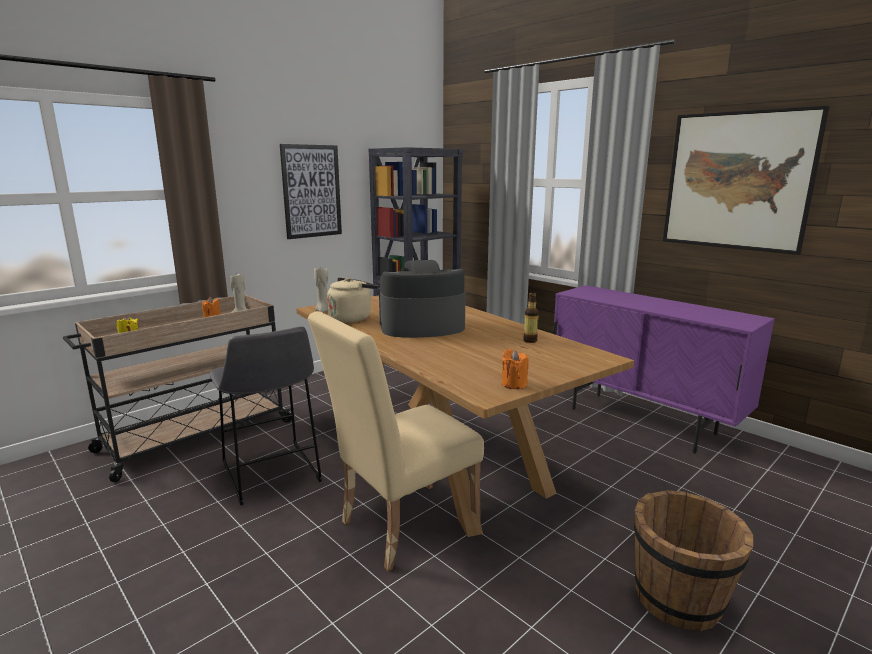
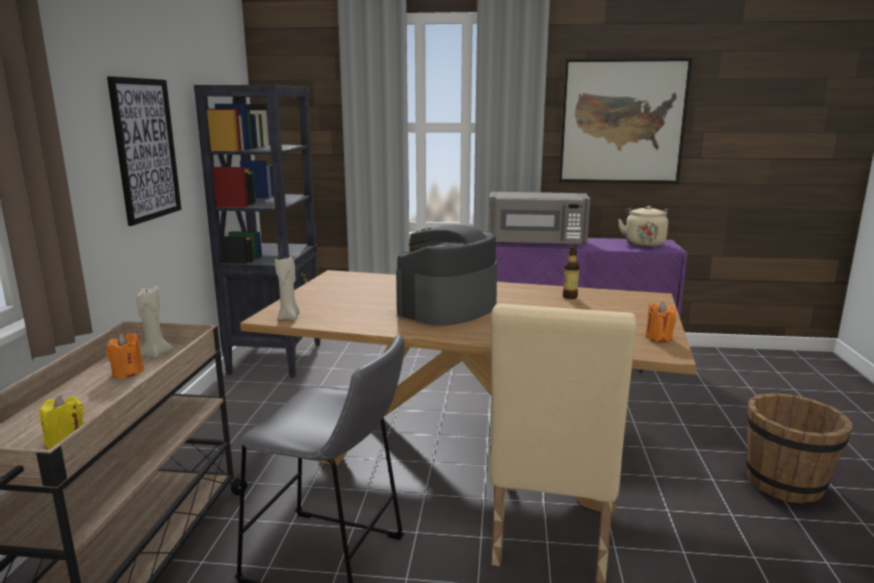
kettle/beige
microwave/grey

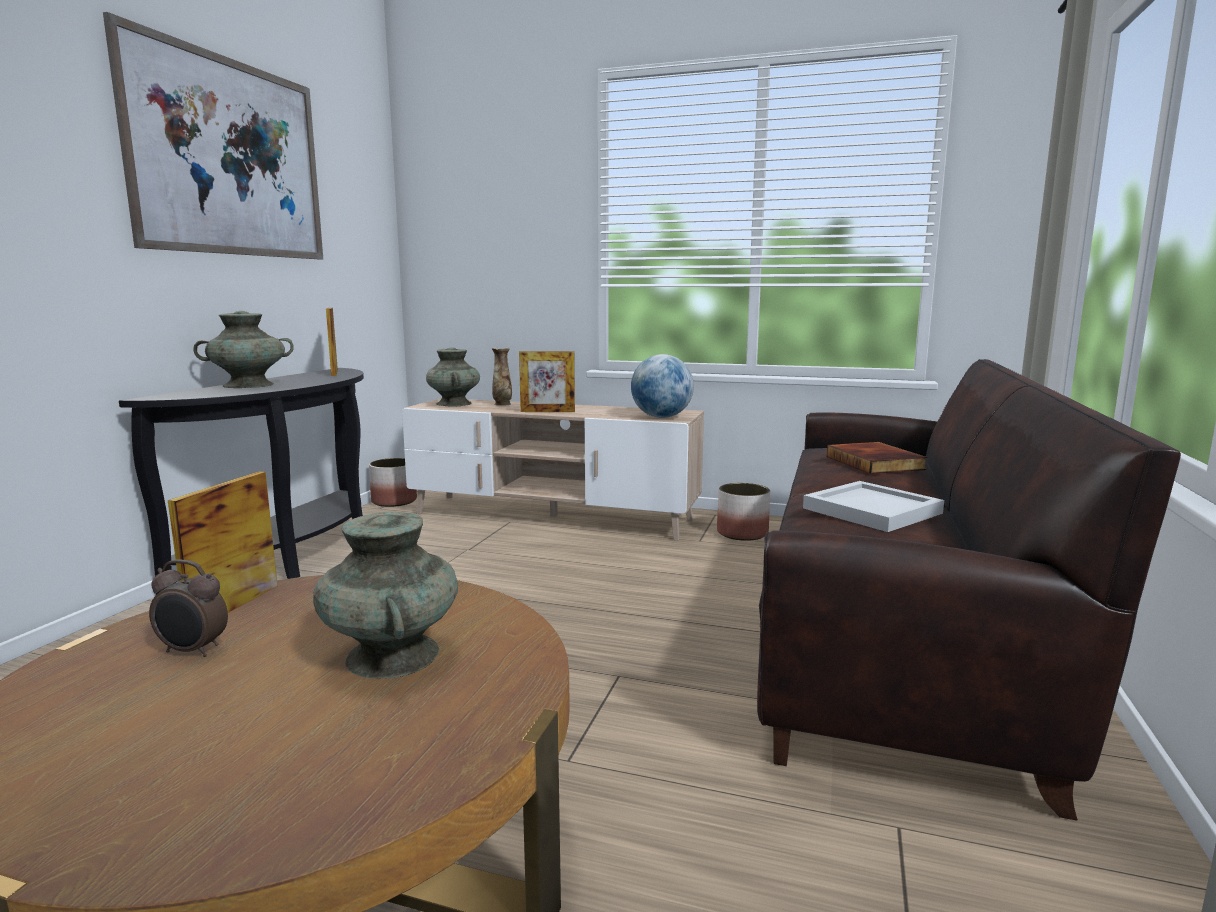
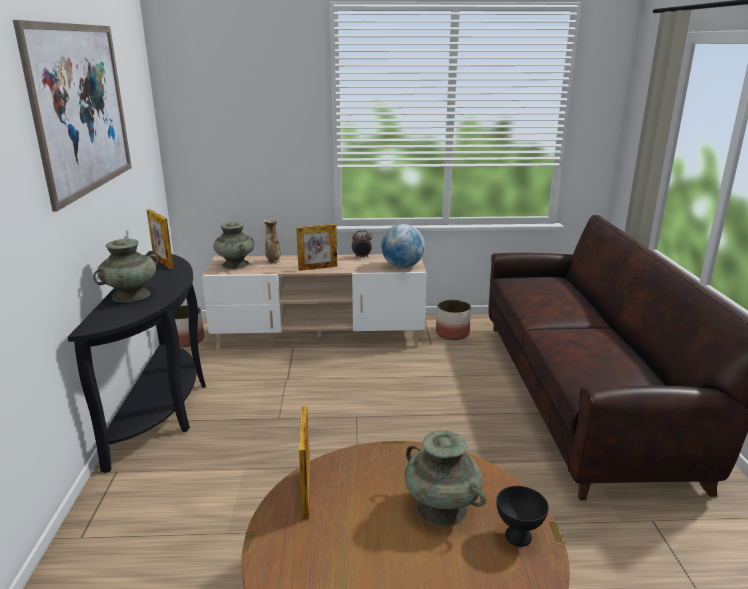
book
tray/white
alarm clock
bowl/black

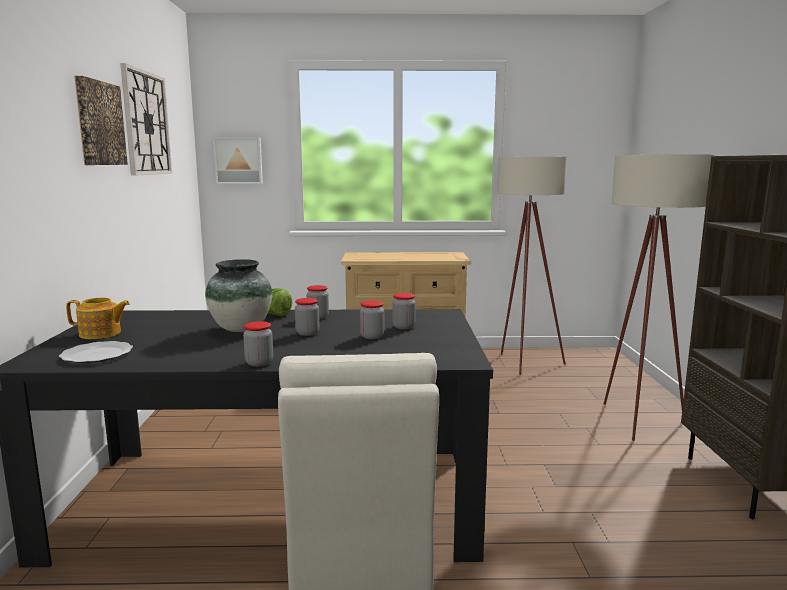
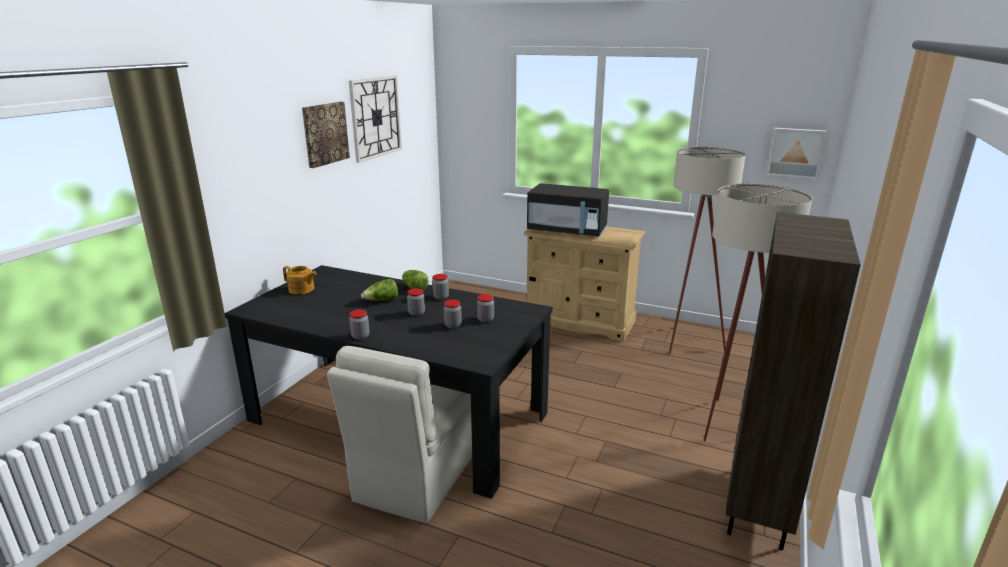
picture (2nd from left)
lettuce (1st from left)
plate
microwave/black

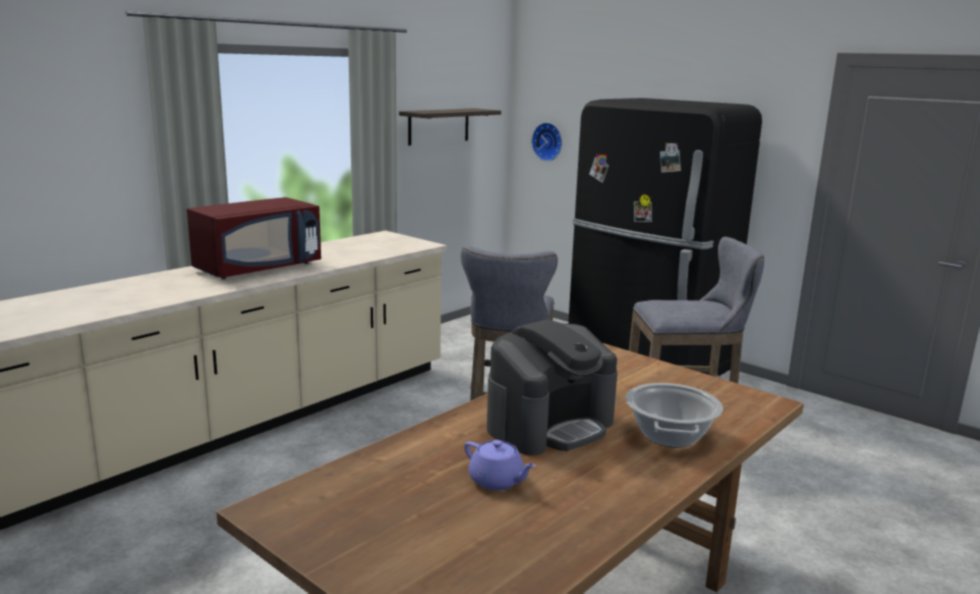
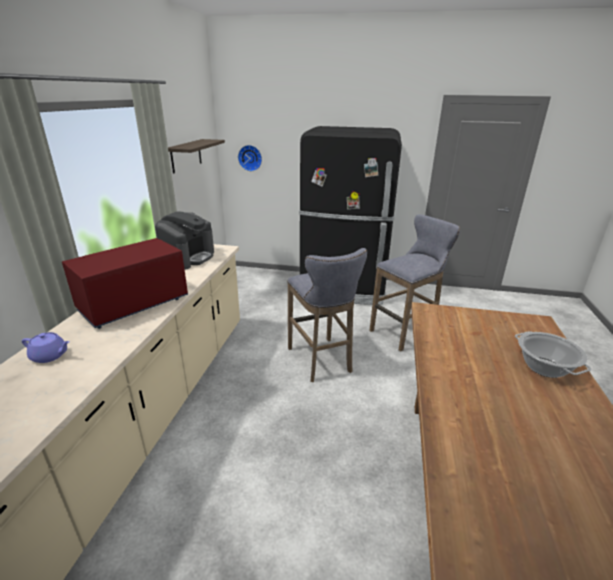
microwave/red
coffee machine
teapot/purple

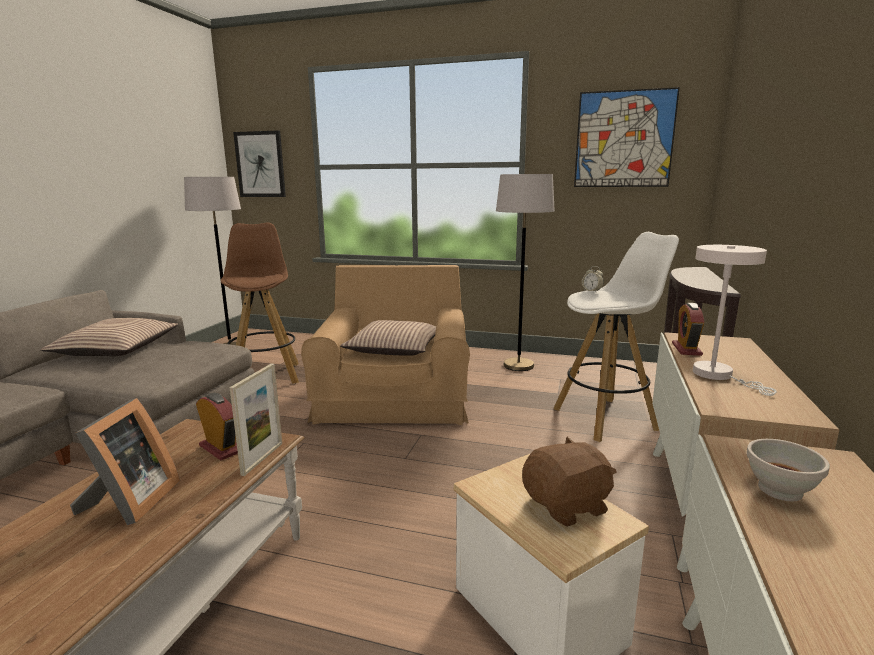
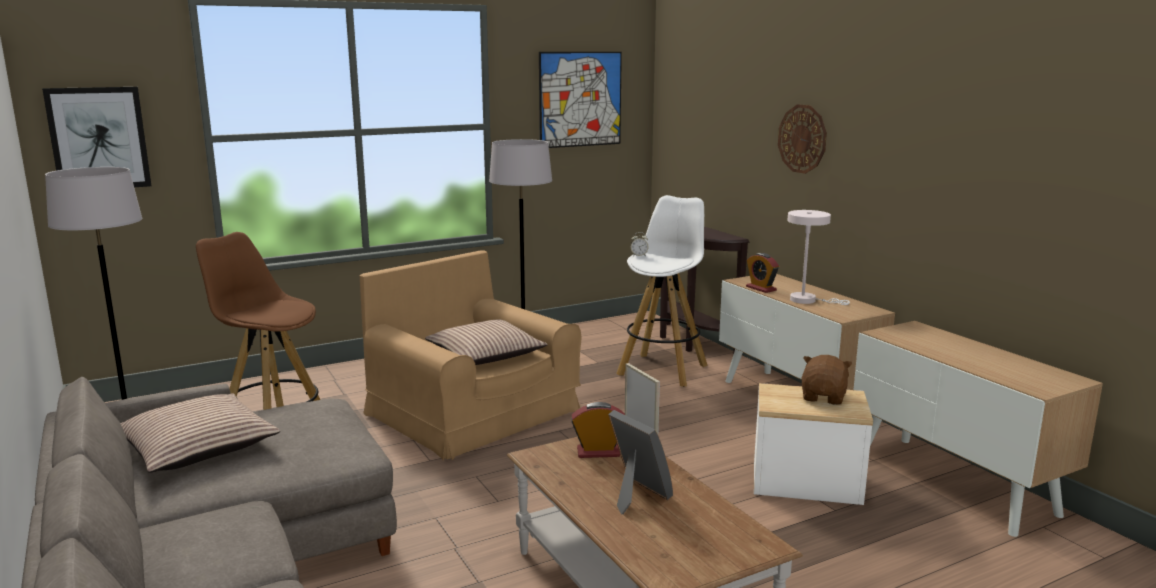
bowl/white
wall clock

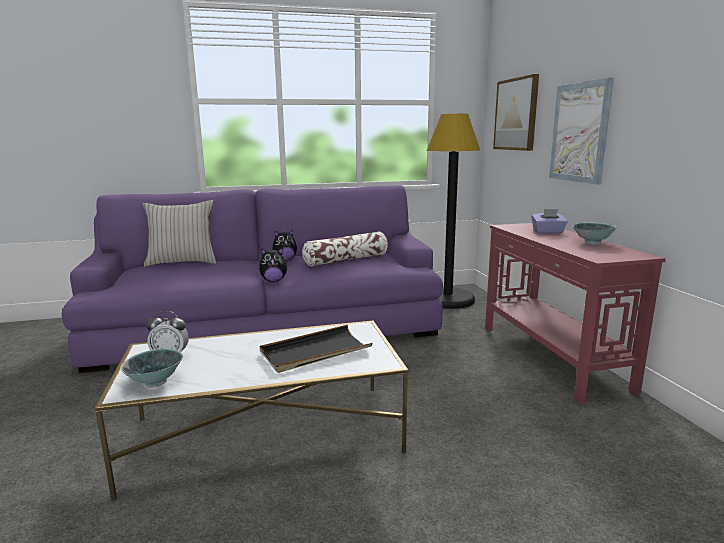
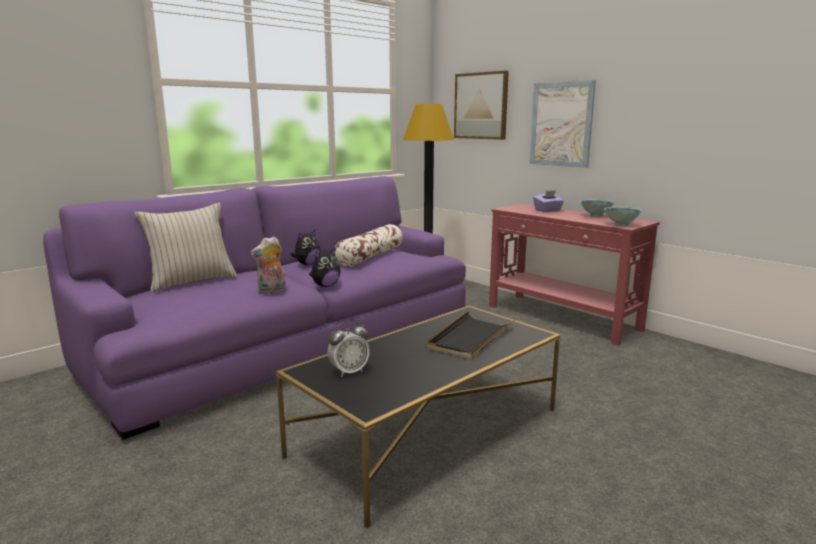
coffee table/black
bowl (2nd from left)
plush toy (1st from left)

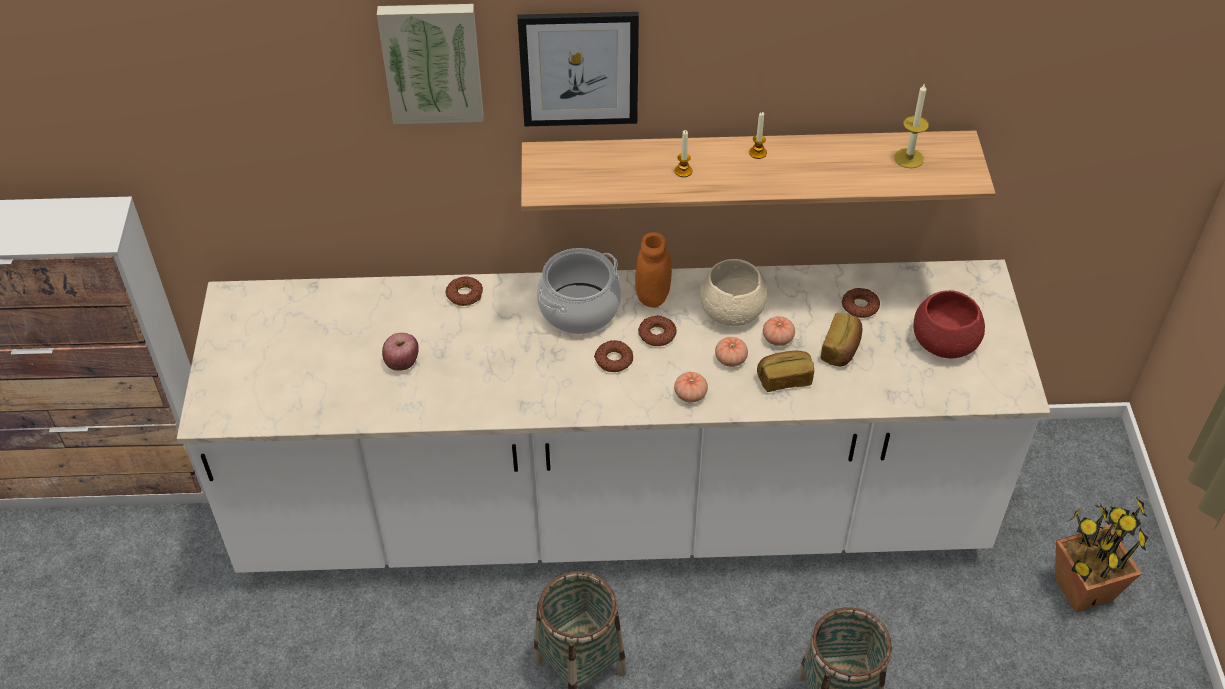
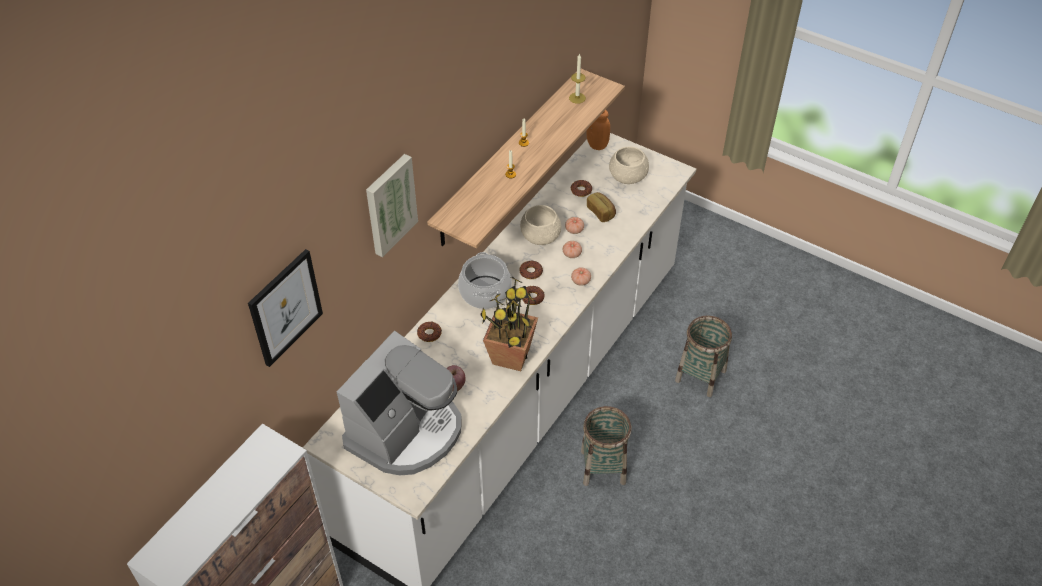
picture (1st from left)
jar/orange
bowl/beige (2nd from left)
bread (1st from left in the first image)
potted plant
coffee machine

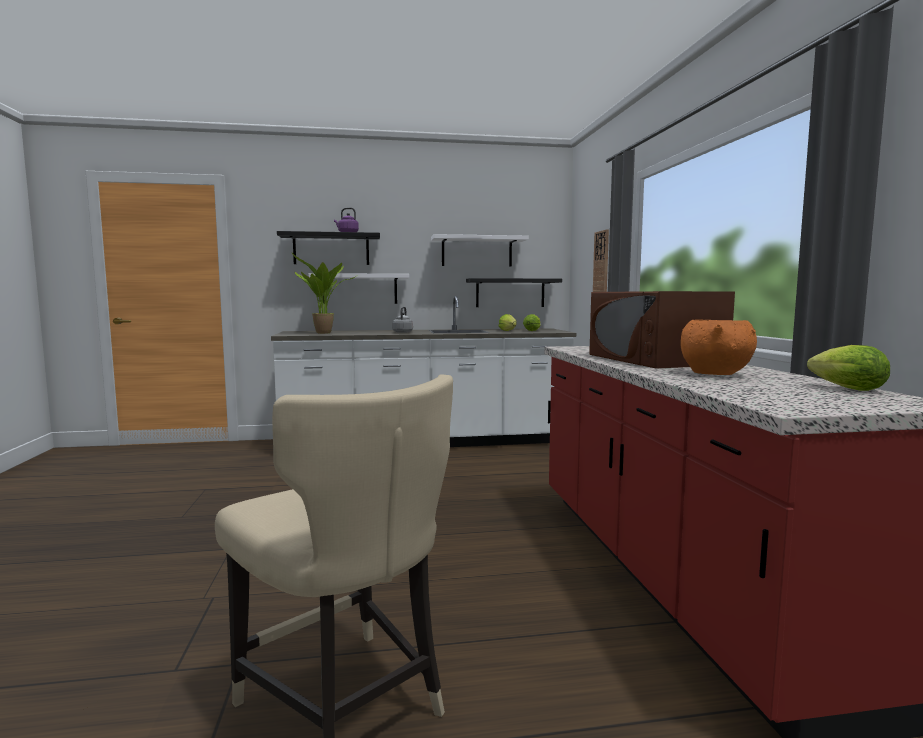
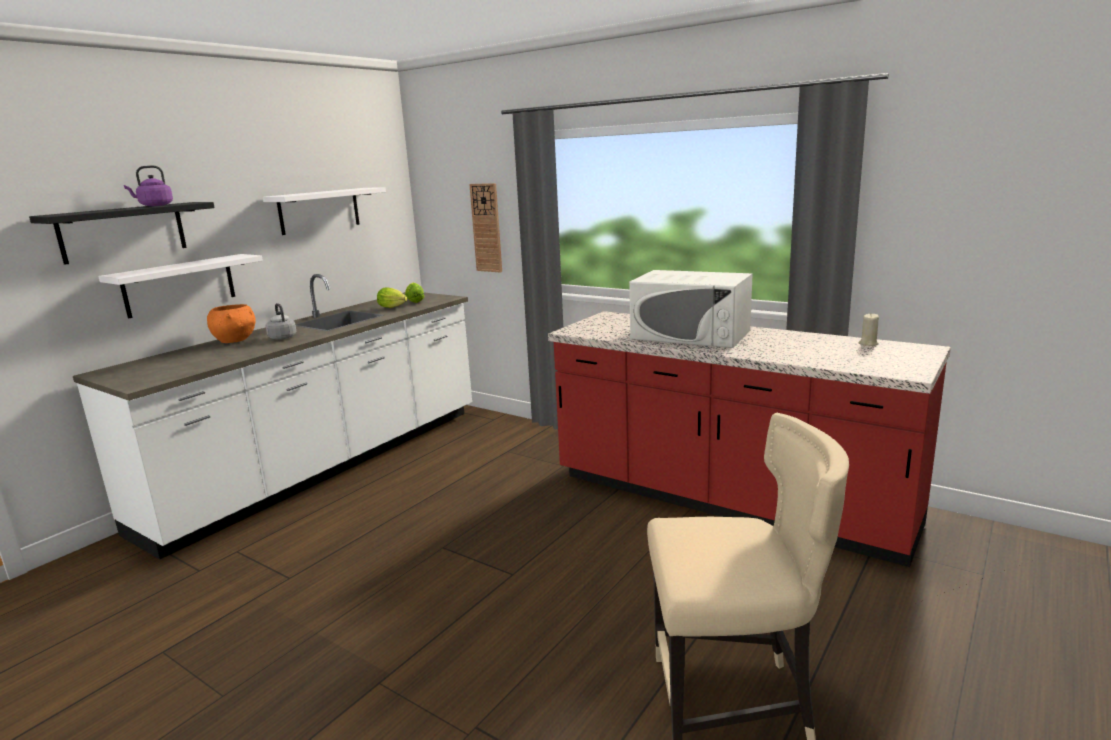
potted plant
shelf/black (2nd from left in the first image)
microwave/white
bowl/orange
candle/beige

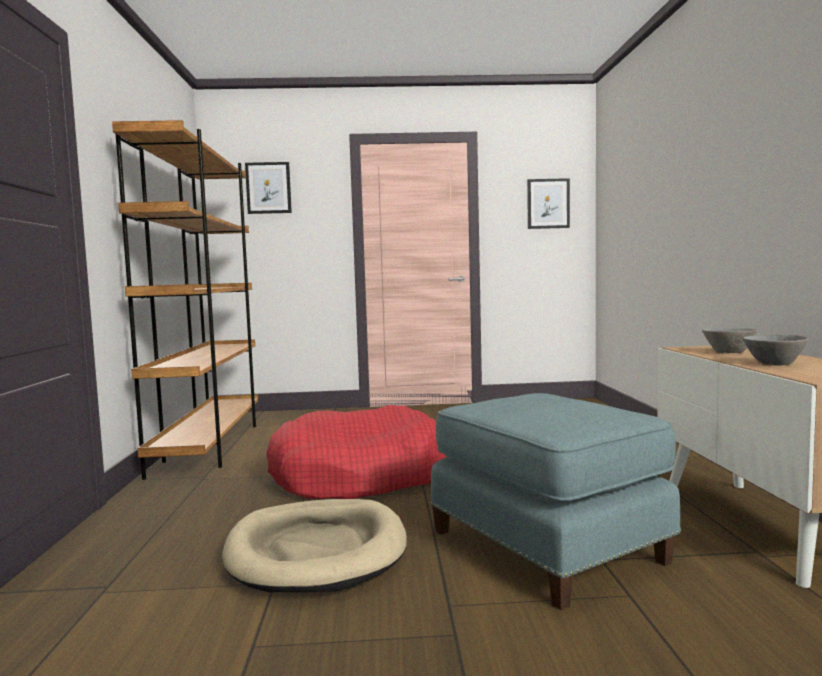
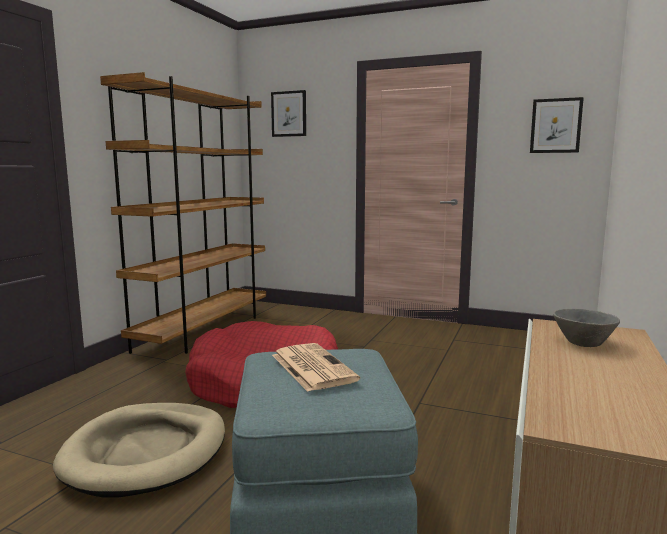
bowl/grey (2nd from left in the first image)
newspaper

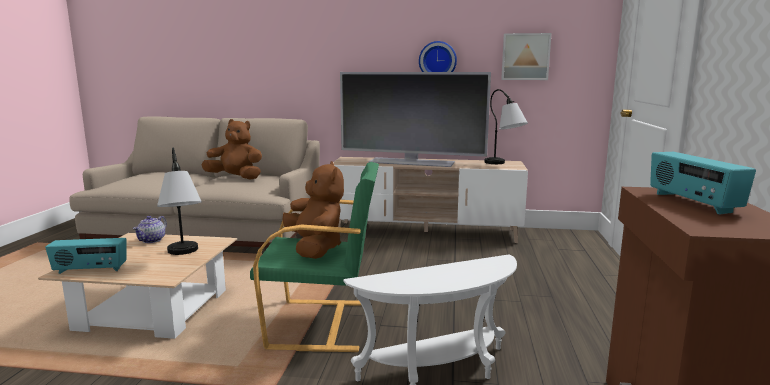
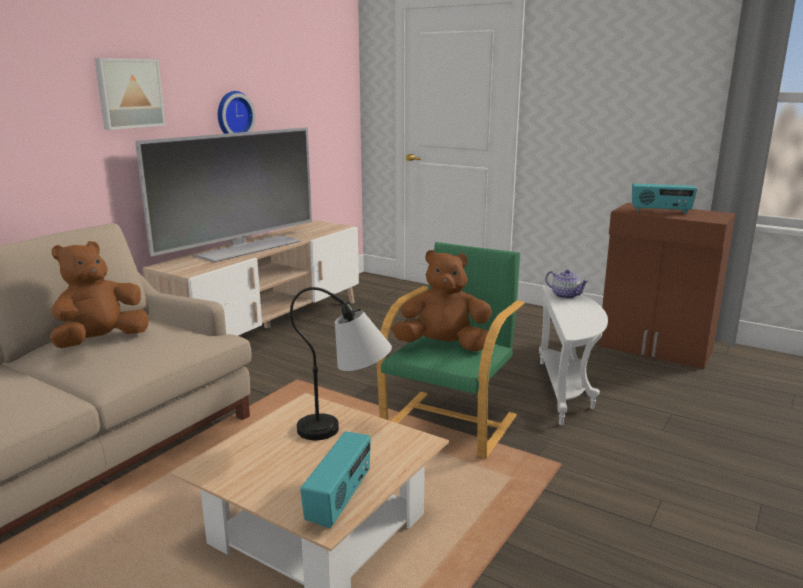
picture
table lamp (2nd from left in the first image)
teapot

